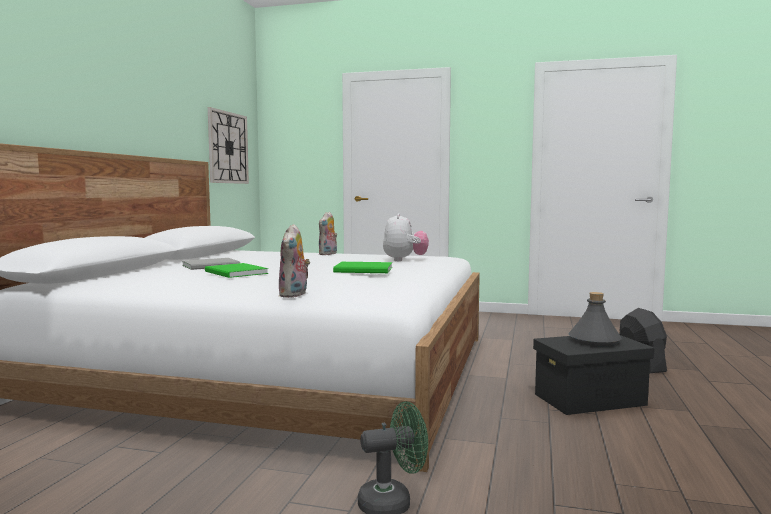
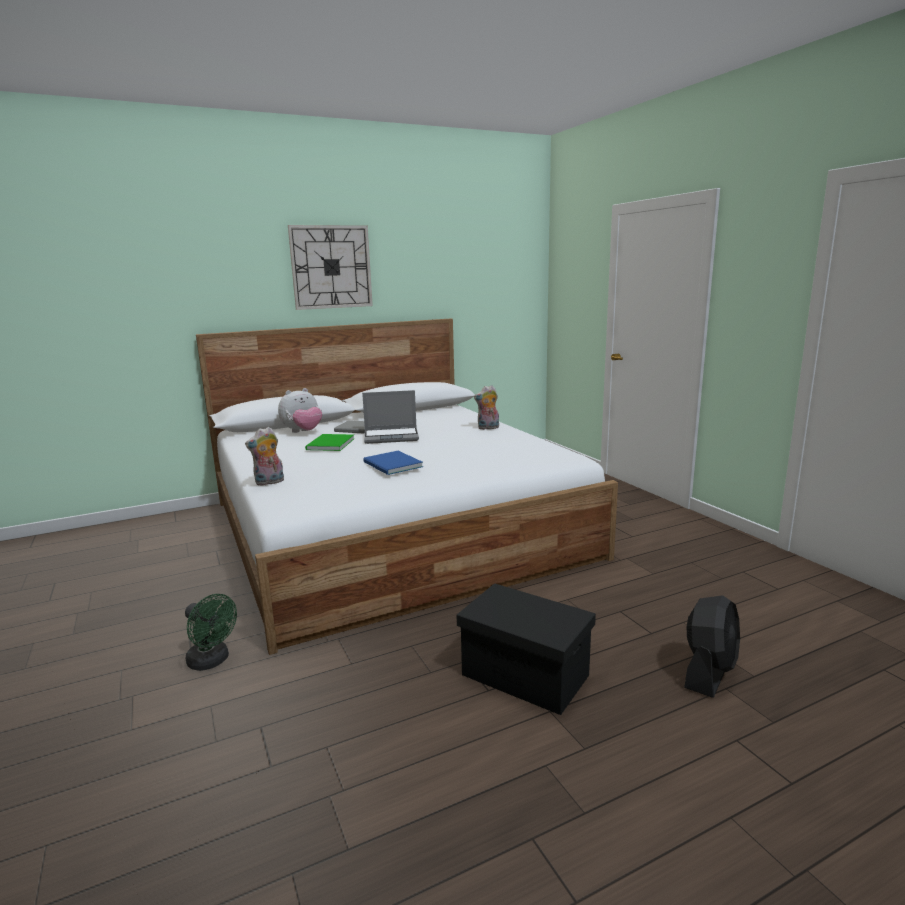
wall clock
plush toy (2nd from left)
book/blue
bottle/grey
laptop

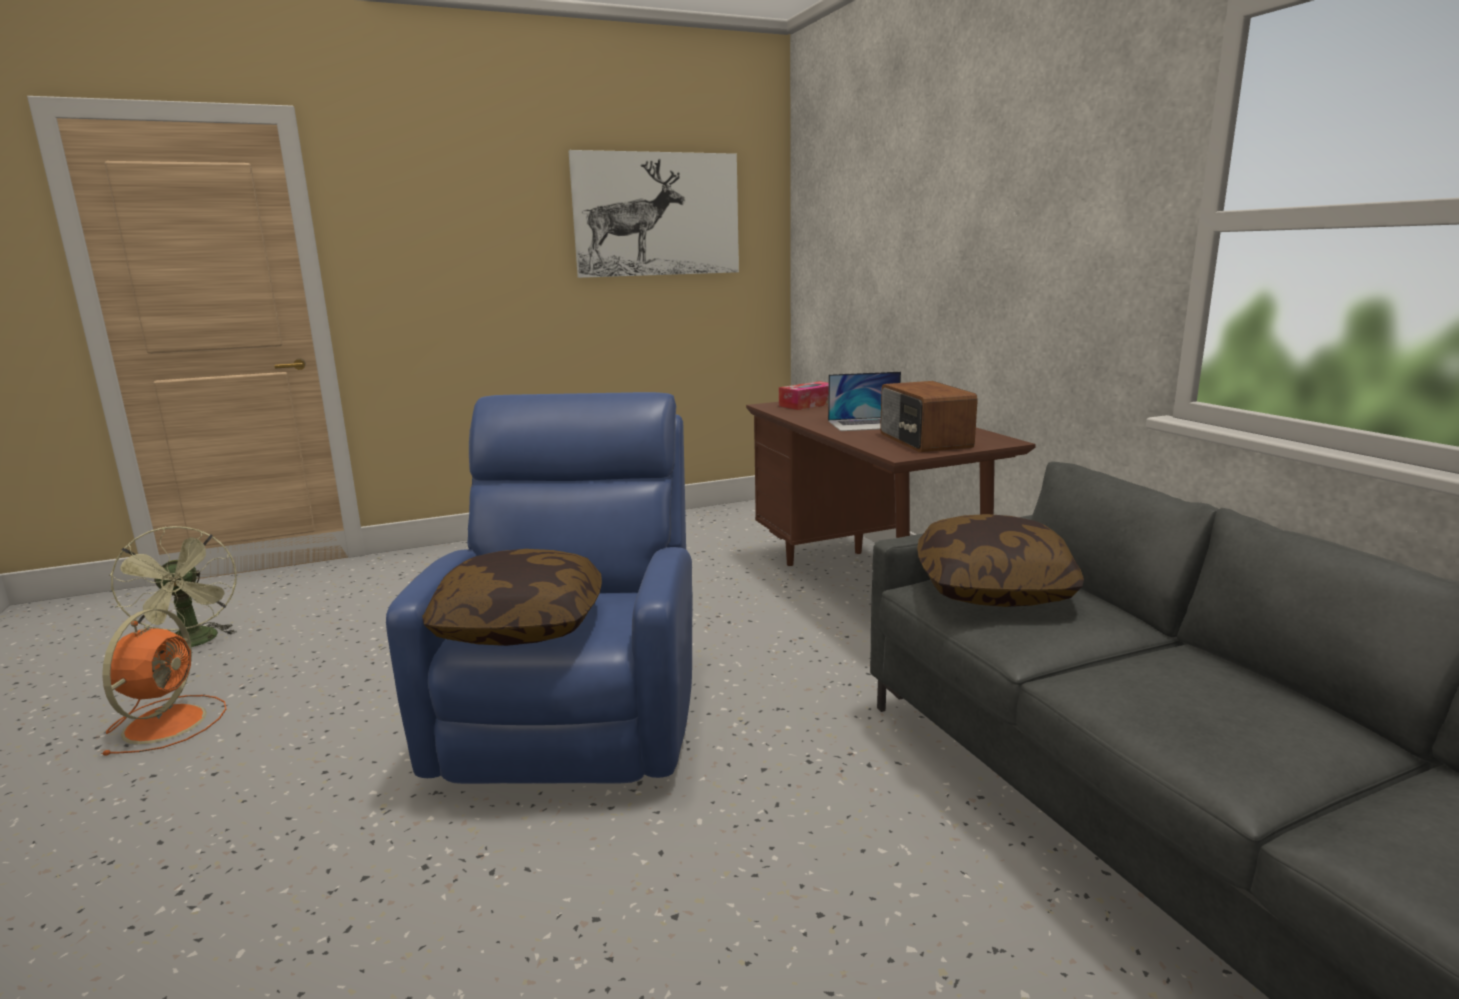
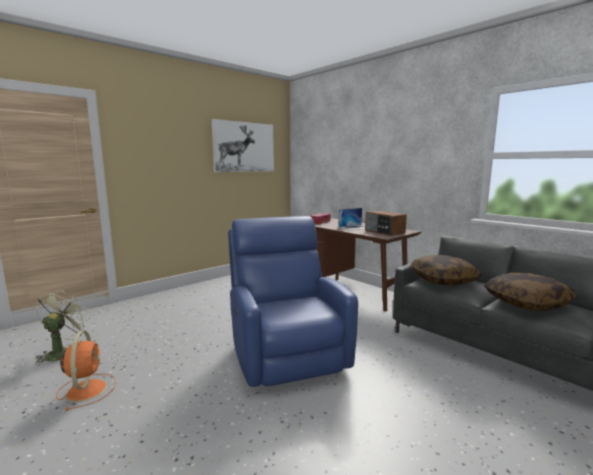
fan/green
pillow (2nd from left)

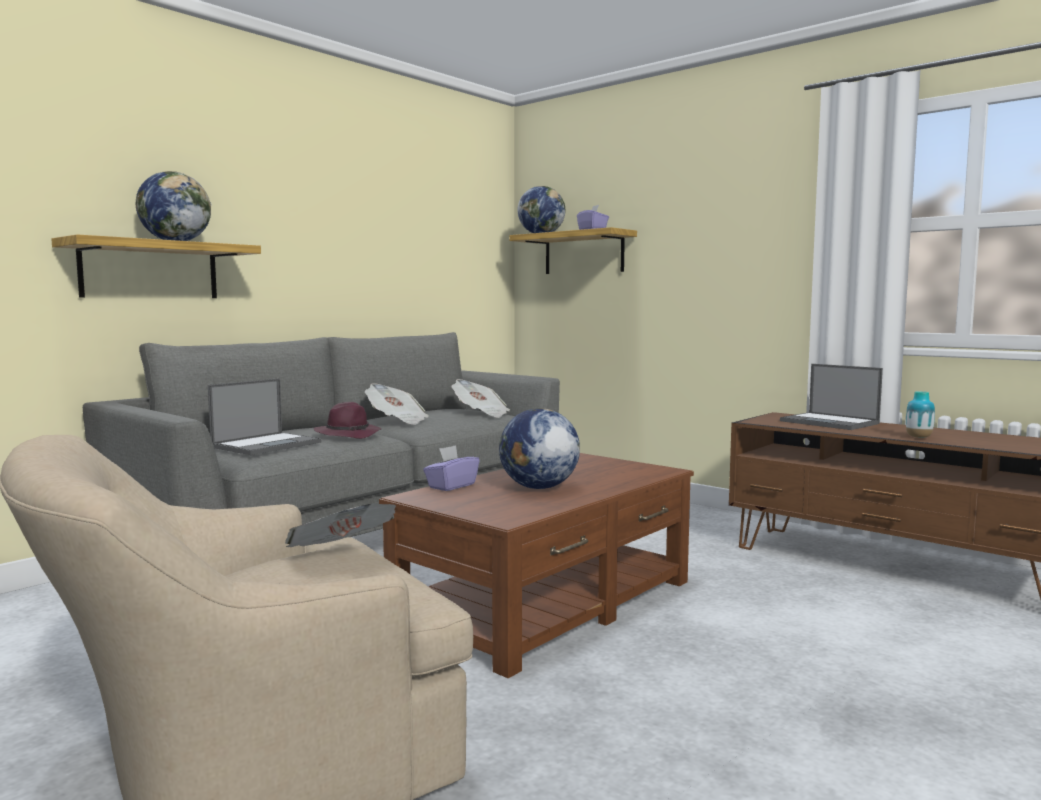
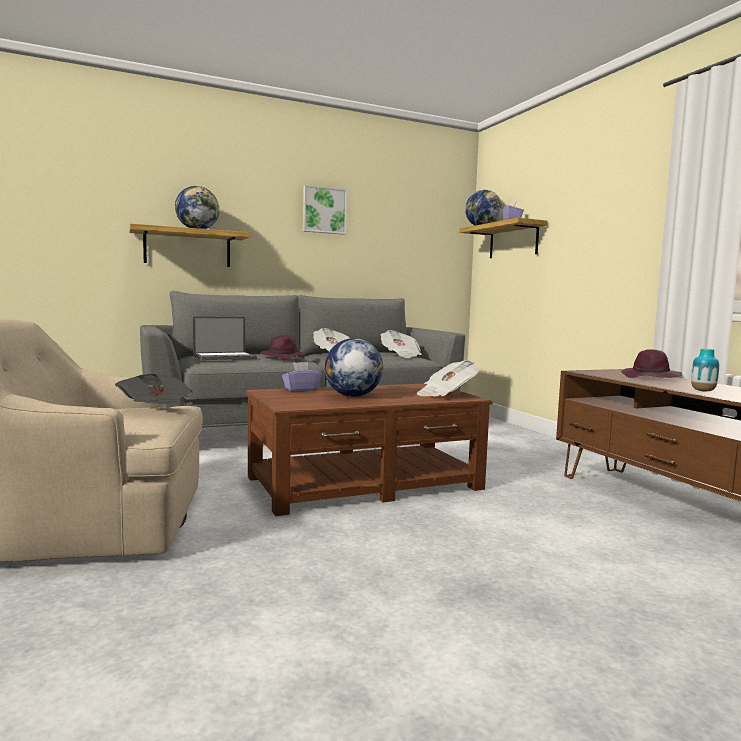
hat/purple (2nd from left)
picture
newspaper (4th from left)

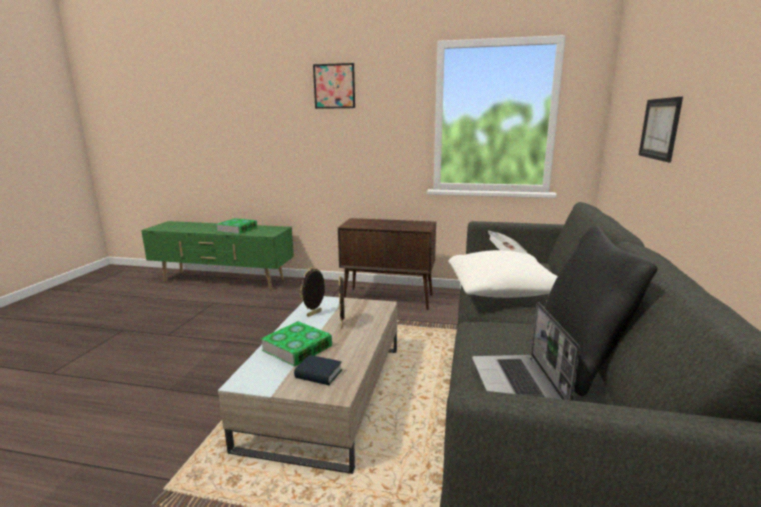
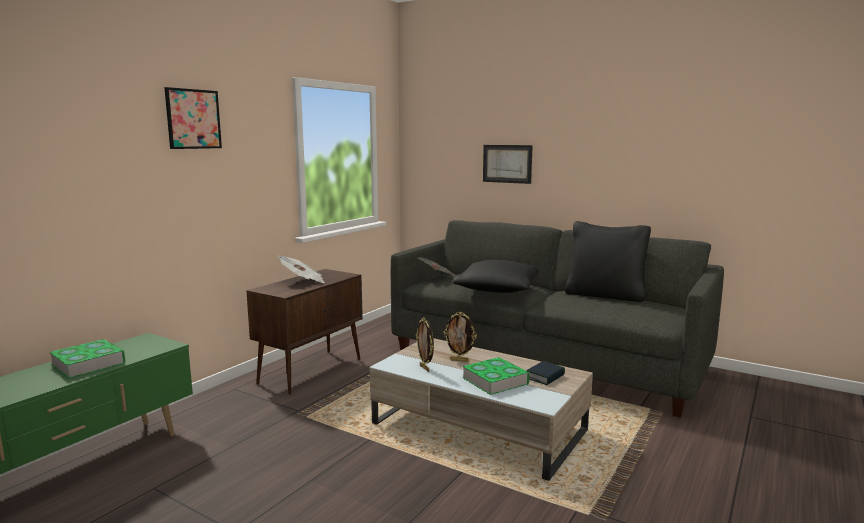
pillow/black (1st from left)
laptop
newspaper (1st from left)

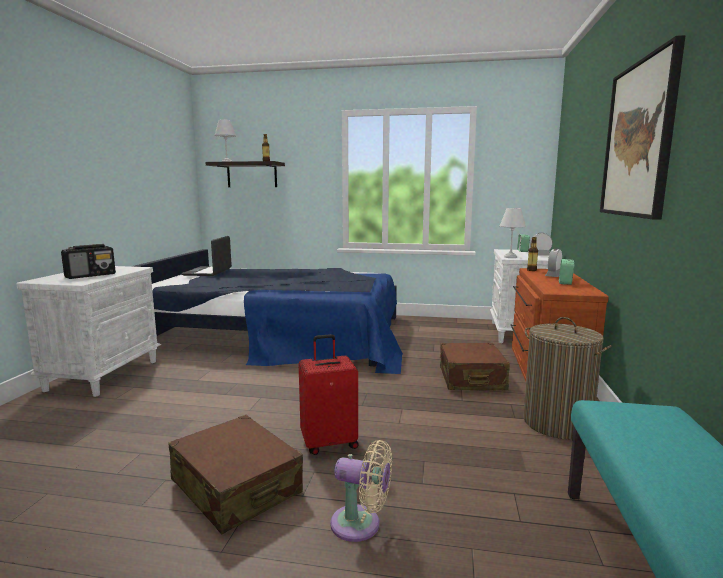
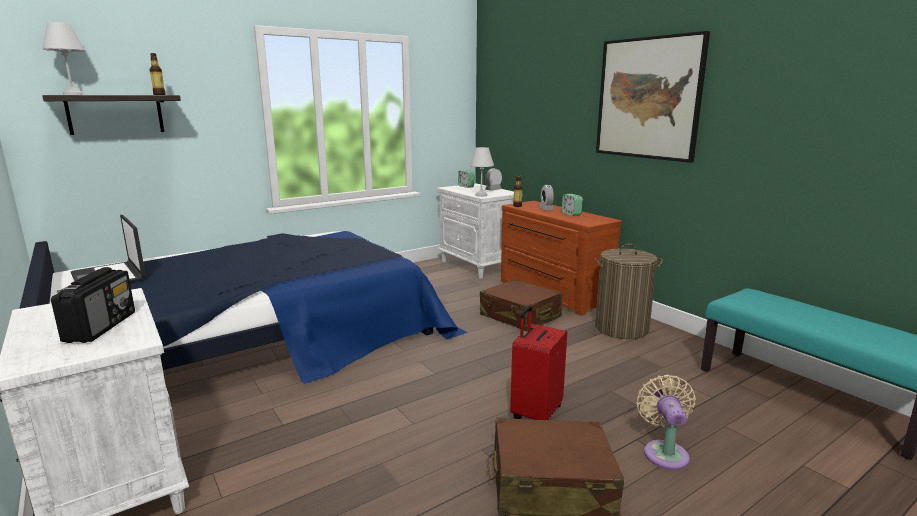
fan/beige

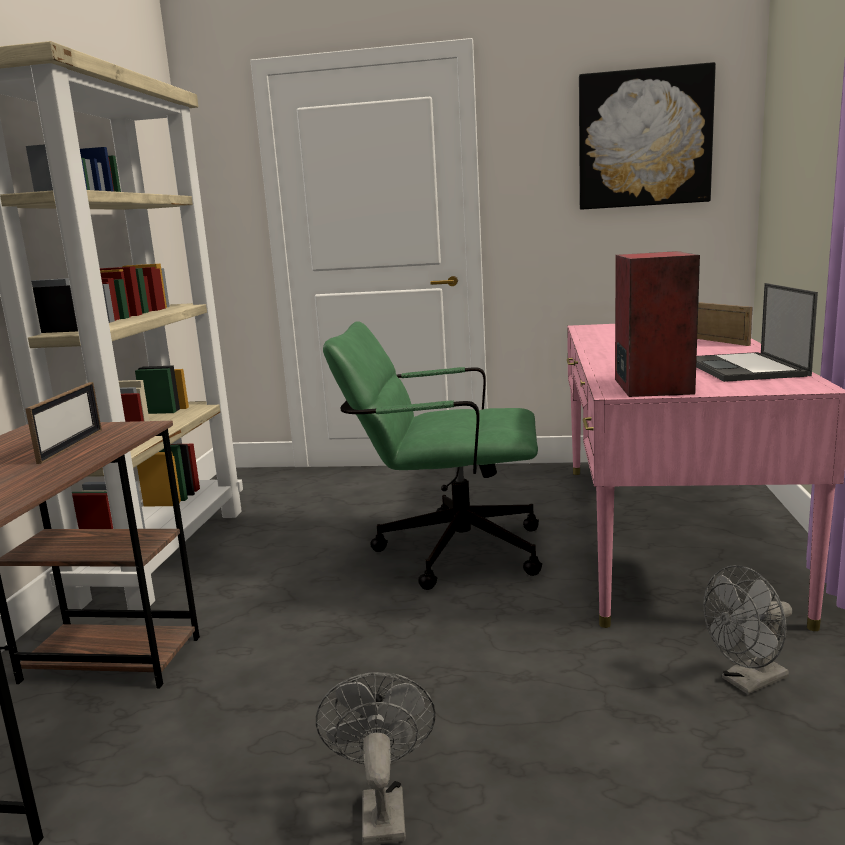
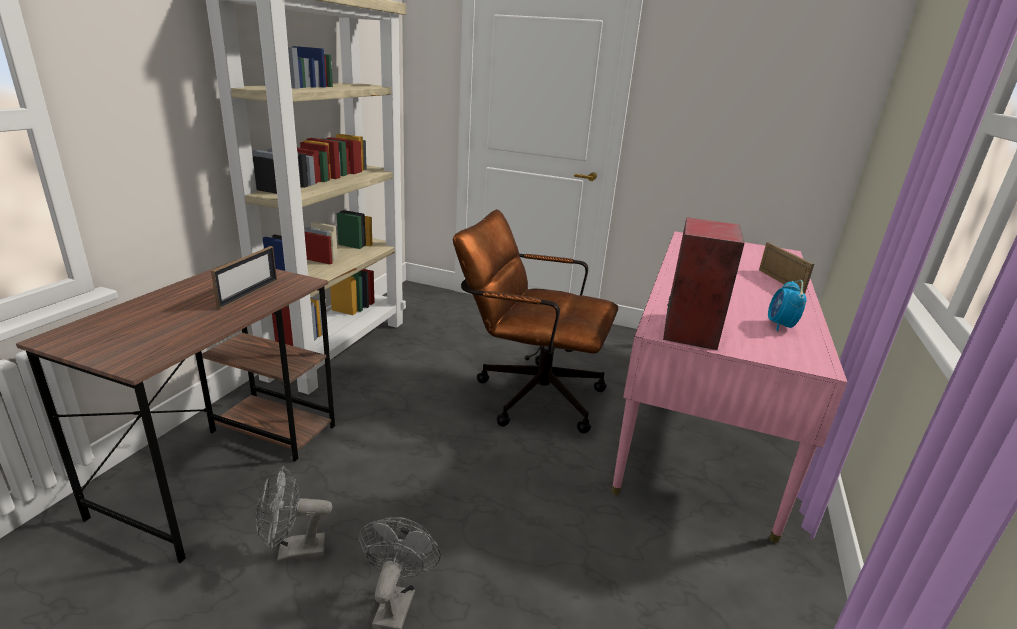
picture
alarm clock
office chair/brown
fan/grey (1st from left)

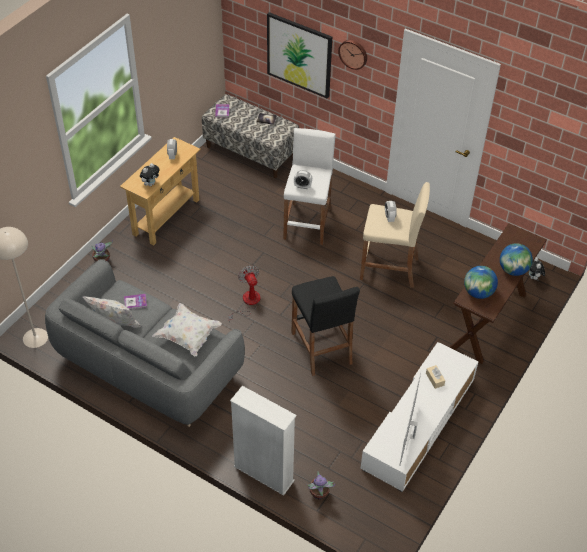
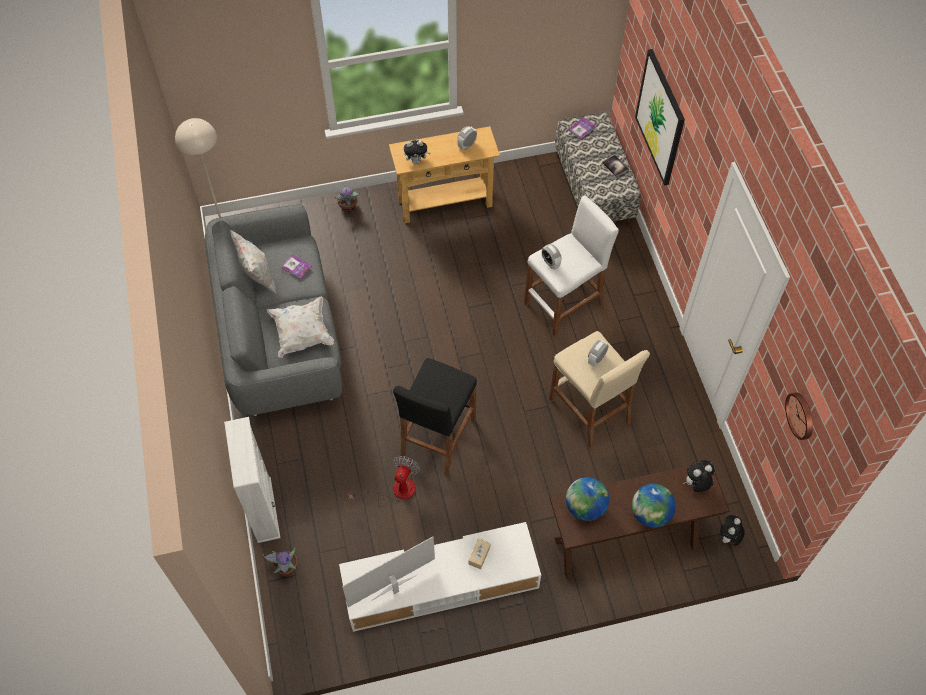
wall clock
fan
plush toy (2nd from left)

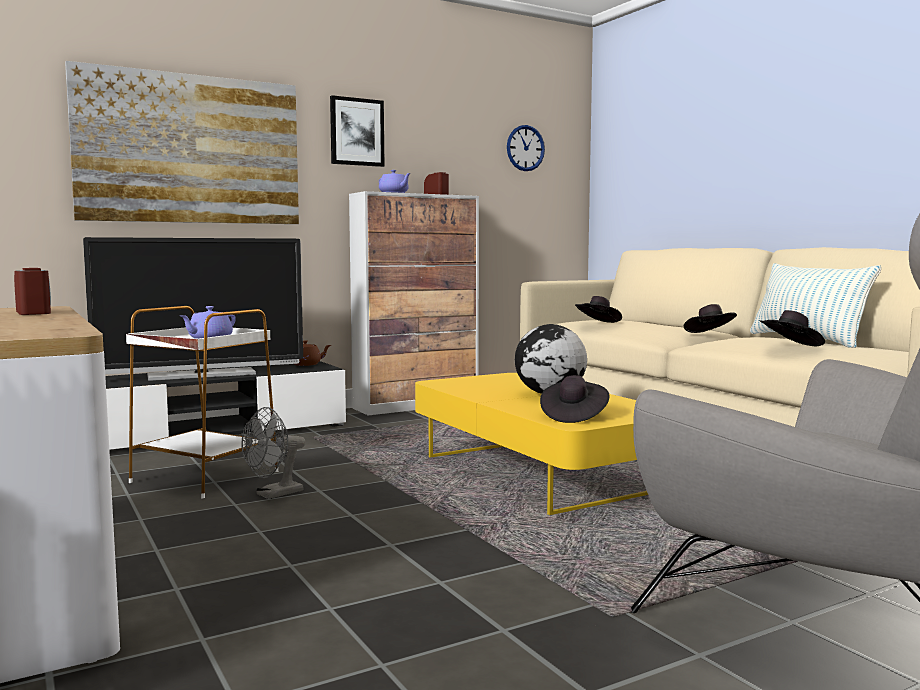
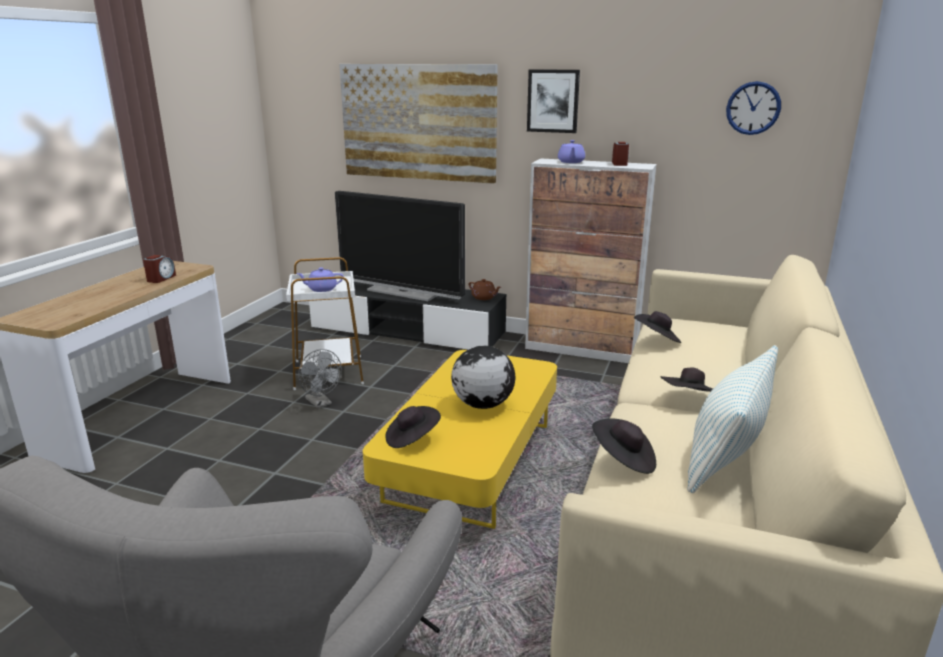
fan/grey

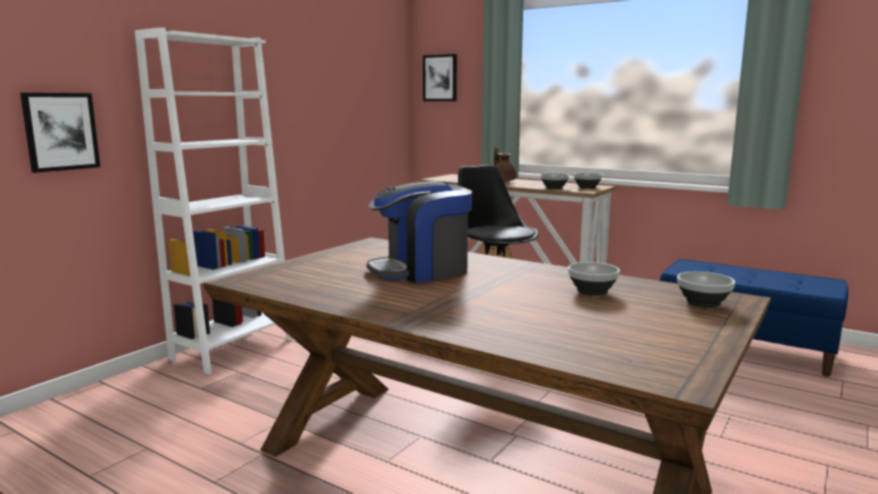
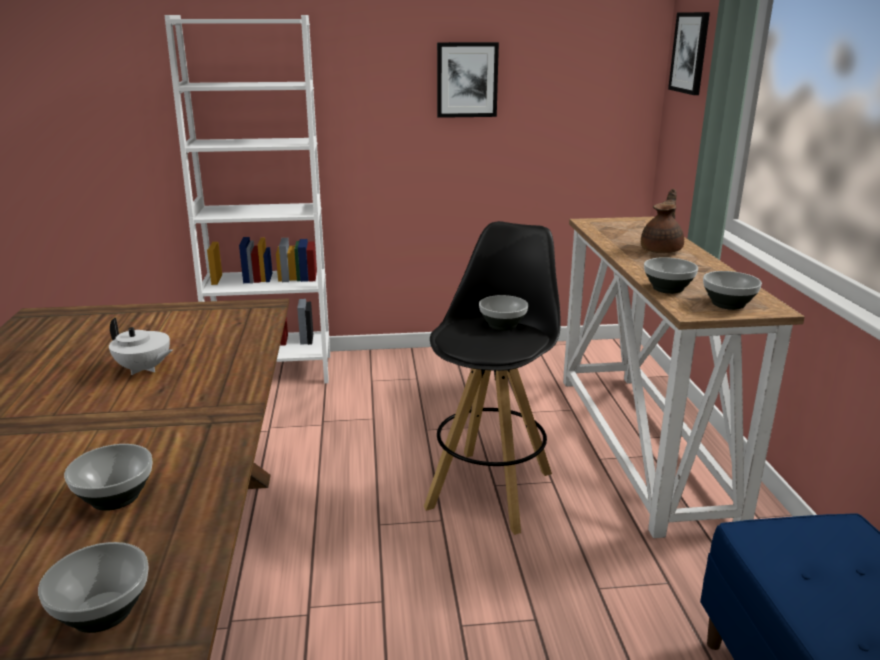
picture (1st from left)
teapot/white
bowl (3rd from left)

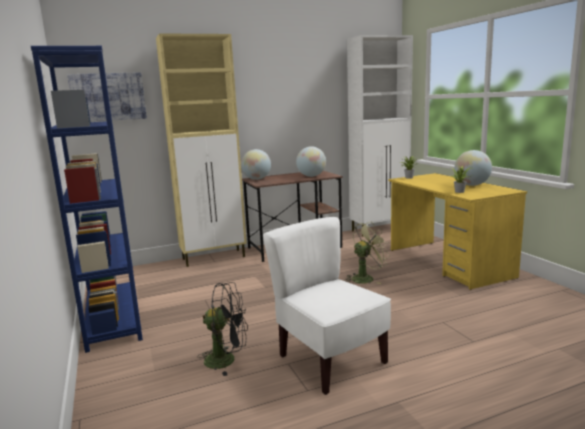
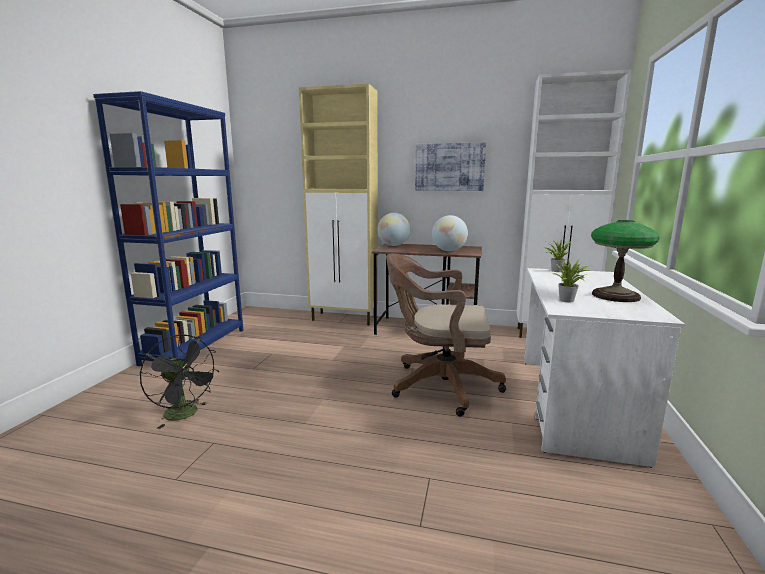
picture
table lamp
desk/white
chair/white
office chair/brown

